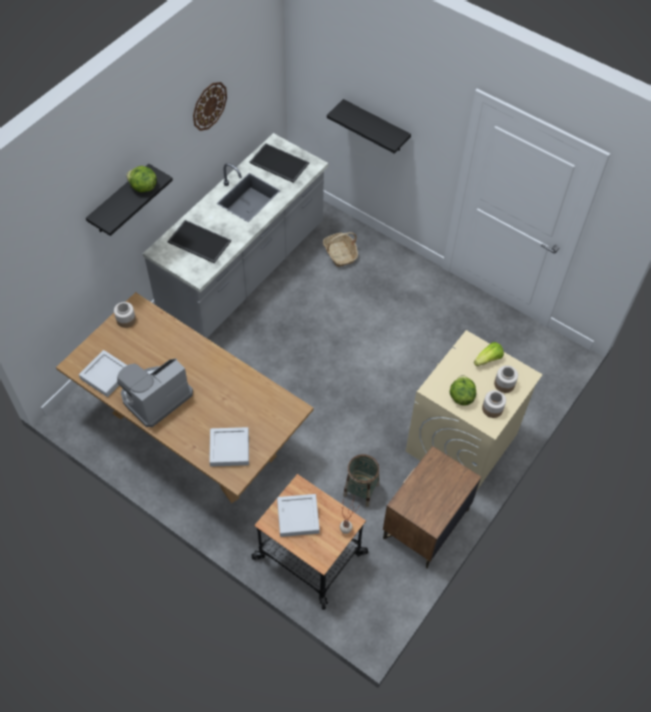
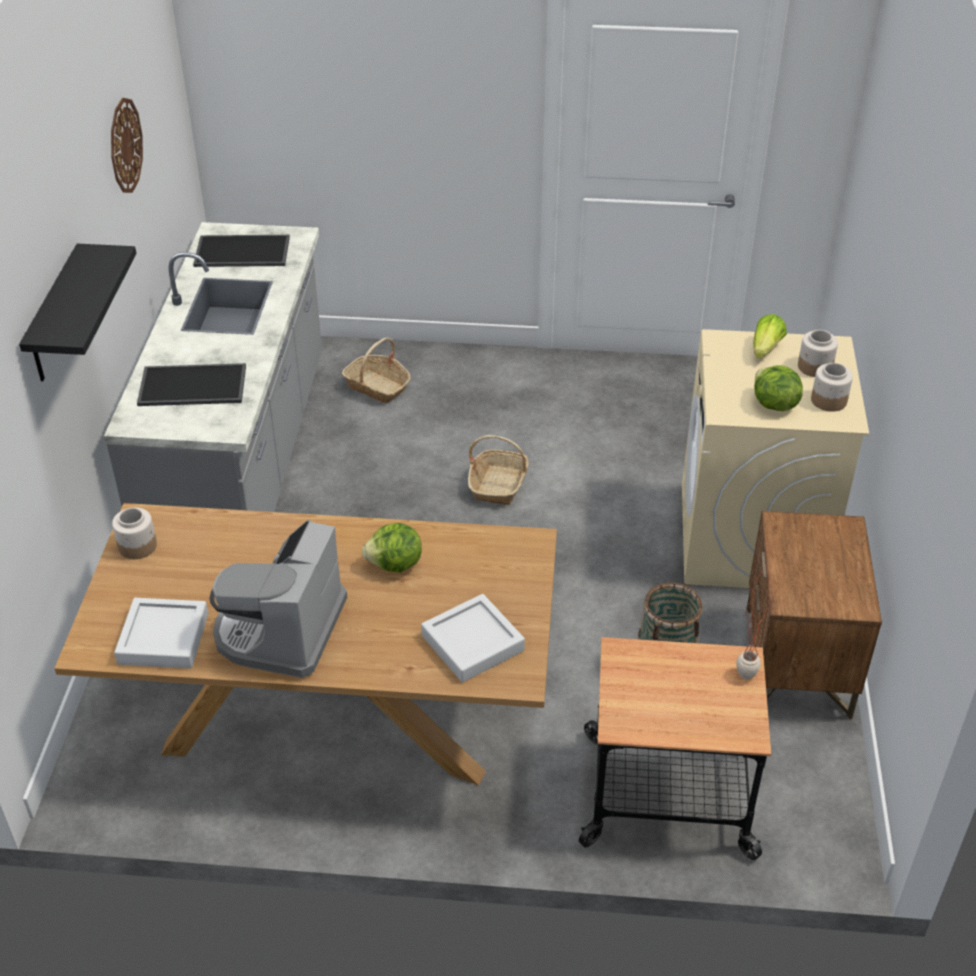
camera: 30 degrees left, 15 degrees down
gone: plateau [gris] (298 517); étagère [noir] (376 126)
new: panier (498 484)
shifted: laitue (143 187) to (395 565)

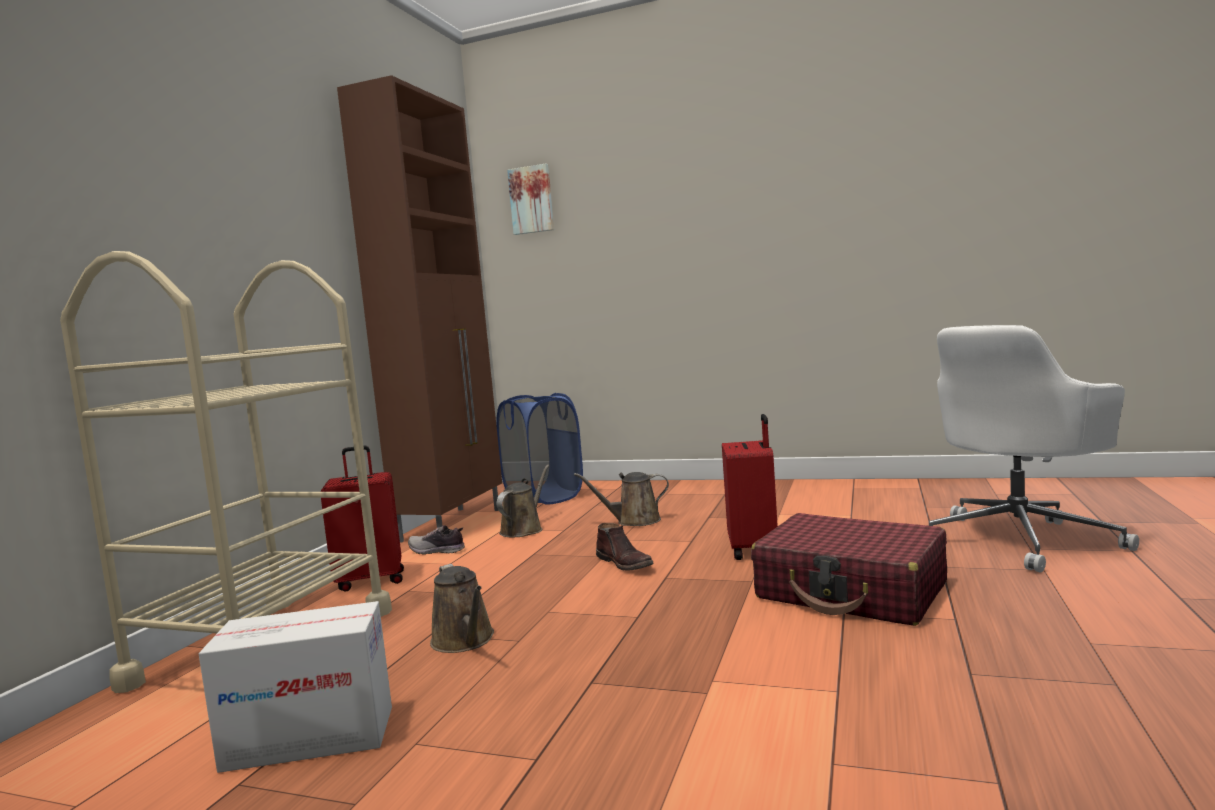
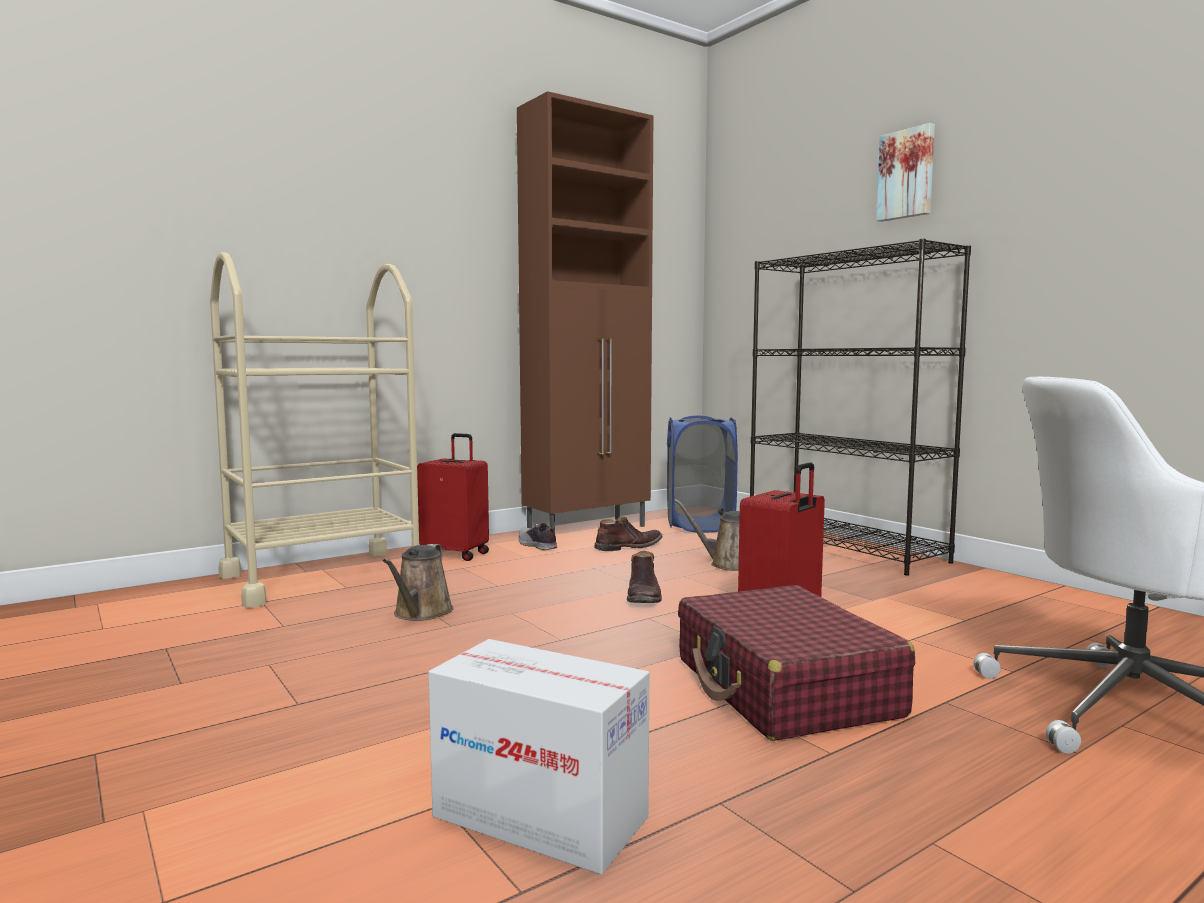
camera: 35 degrees right, 0 degrees up
new: bibliothèque [noir] (845 548)
shifted: carton (309 738) to (539 817); tableau (532 200) to (907 174)
swapped: arrosoir [marron] (523 529) to botte [marron] (628 547)

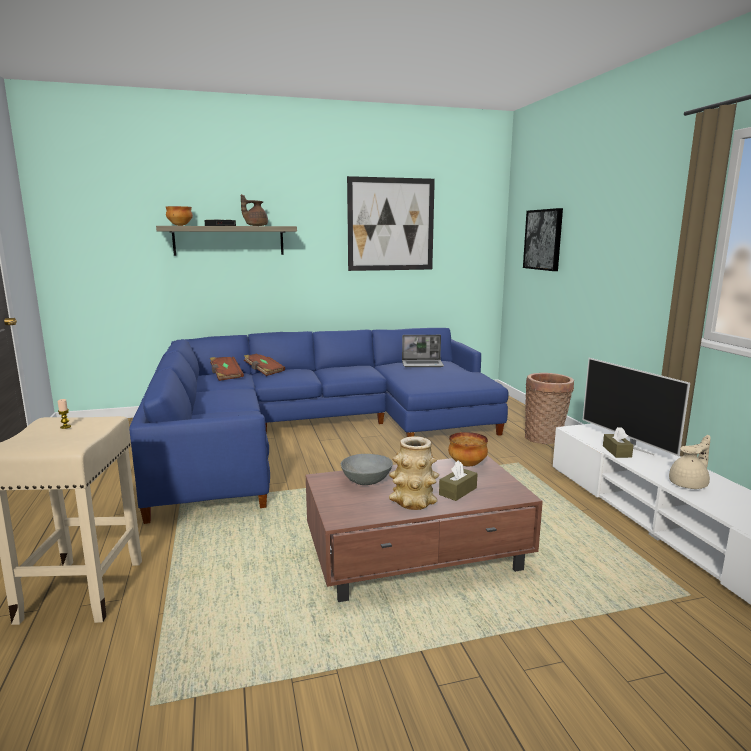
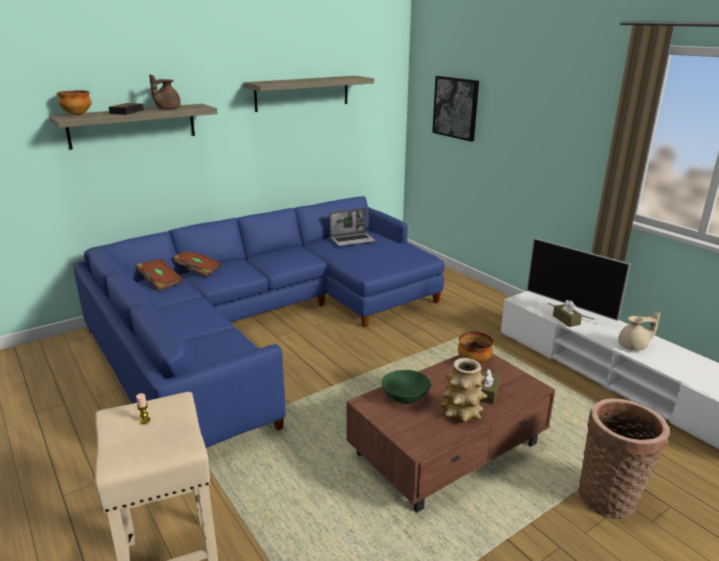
camera: 20 degrees left, 10 degrees up
shifted: panier (545 438) to (610 497)
swapped: tableau (391 224) to étagère (302 93)
repainted: bol [gris] (367 480) to bol [vert] (406 397)
rotated: théière [beige] (689 484) = (634 346) 45 degrees clockwise

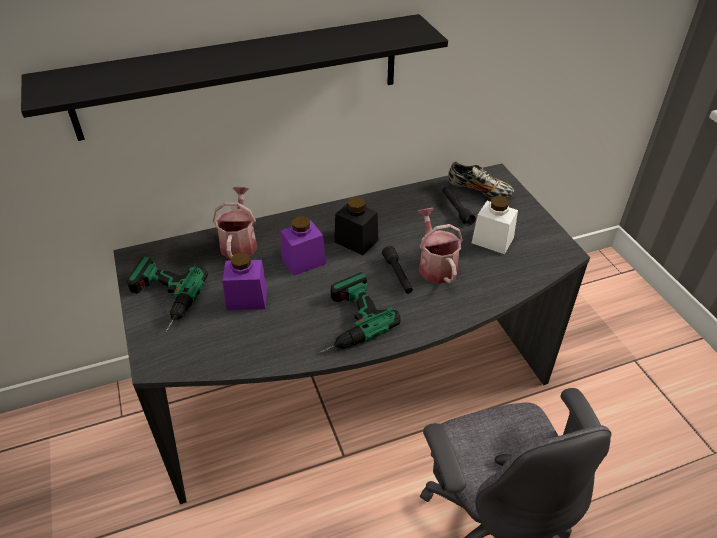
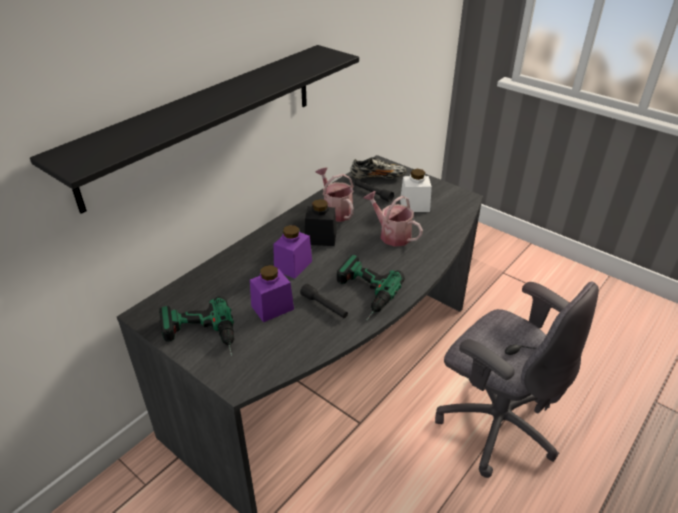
camera: 30 degrees left, 5 degrees down
shifted: arrosoir (239 242) to (335 210); lampe de poche [noir] (398 275) to (324 306)

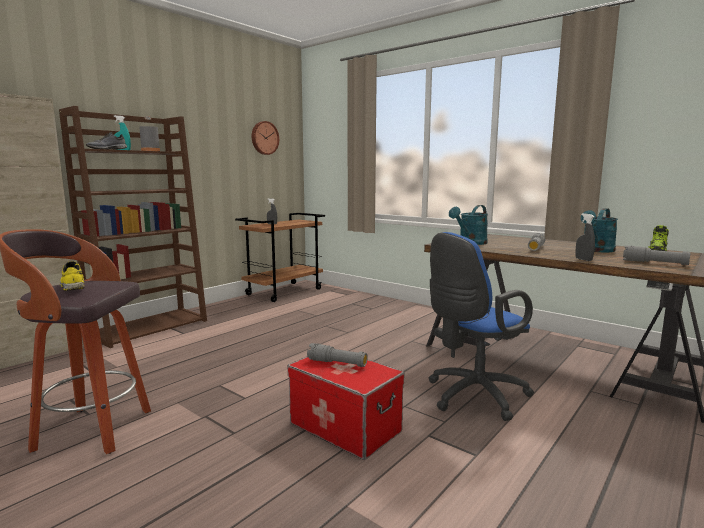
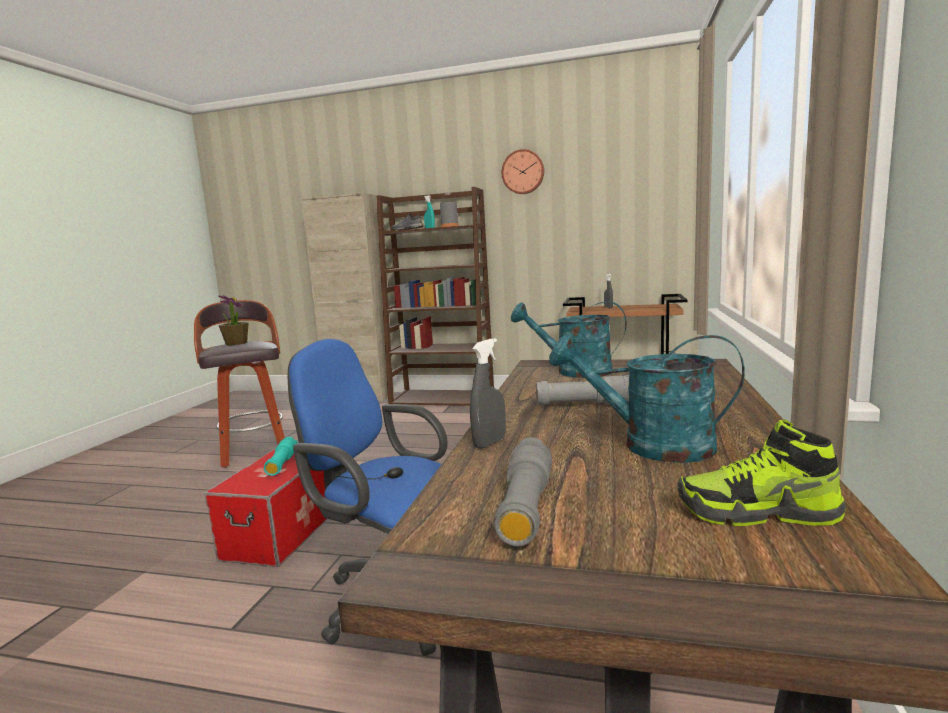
camera: 65 degrees right, 0 degrees up
shifted: horloge murale (264 138) to (523 172)
swapped: chaussure [jaune] (72 287) to plante en pot (236 343)
repainted: lampe de poche [gris] (337 363) to lampe de poche [turquoise] (282 464)

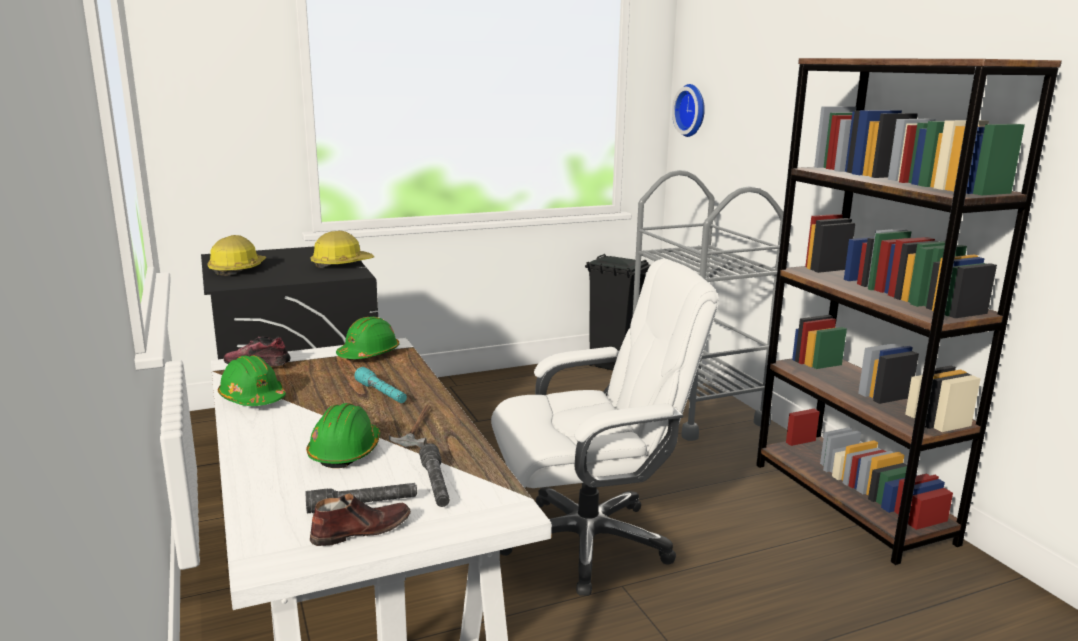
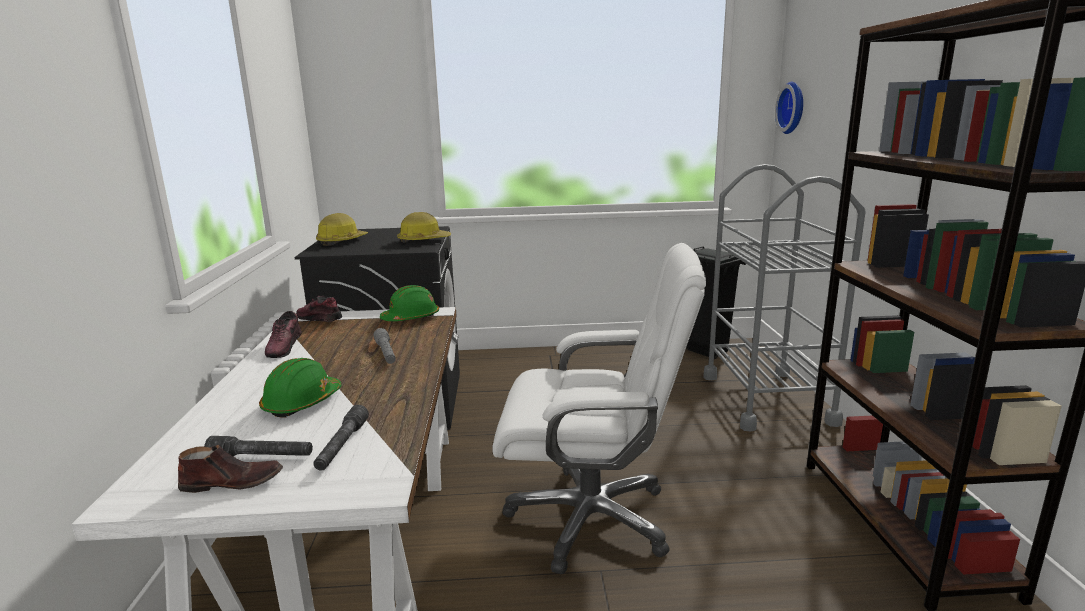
camera: 20 degrees right, 0 degrees up
gone: marteau (417 428)
swapped: casque de chantier [vert] (252 398) to chaussure (284 347)
repainted: lampe de poche [turquoise] (381 393) to lampe de poche [gris] (386 353)

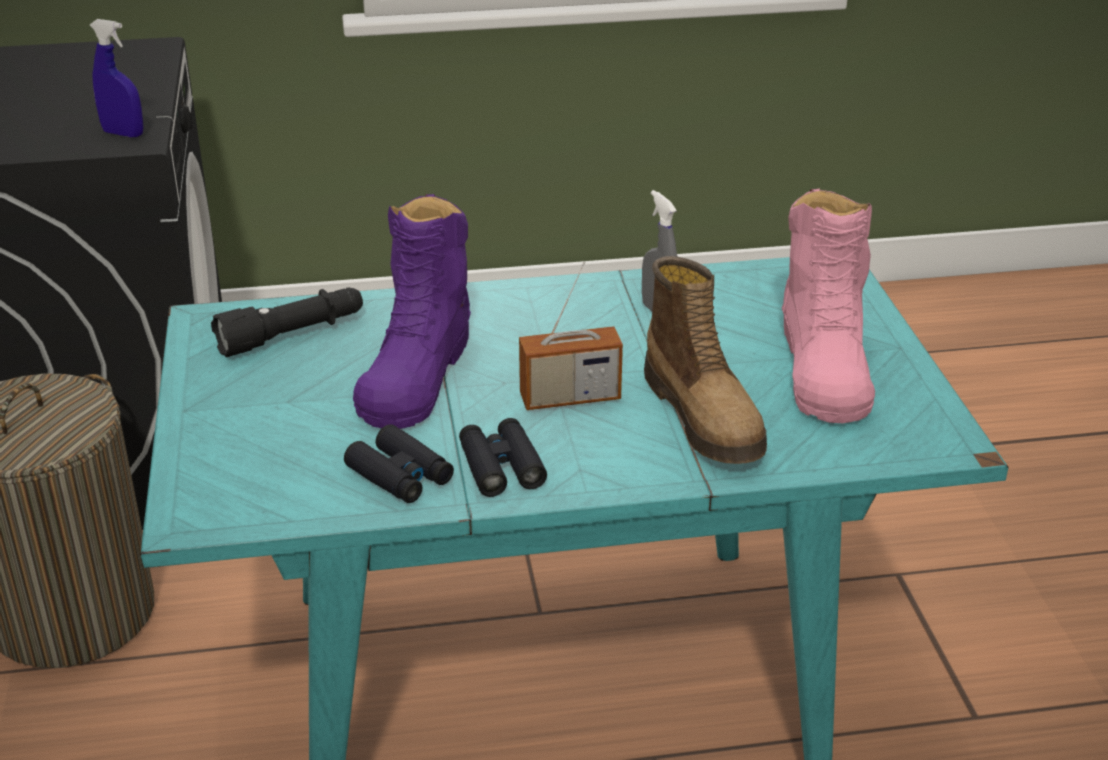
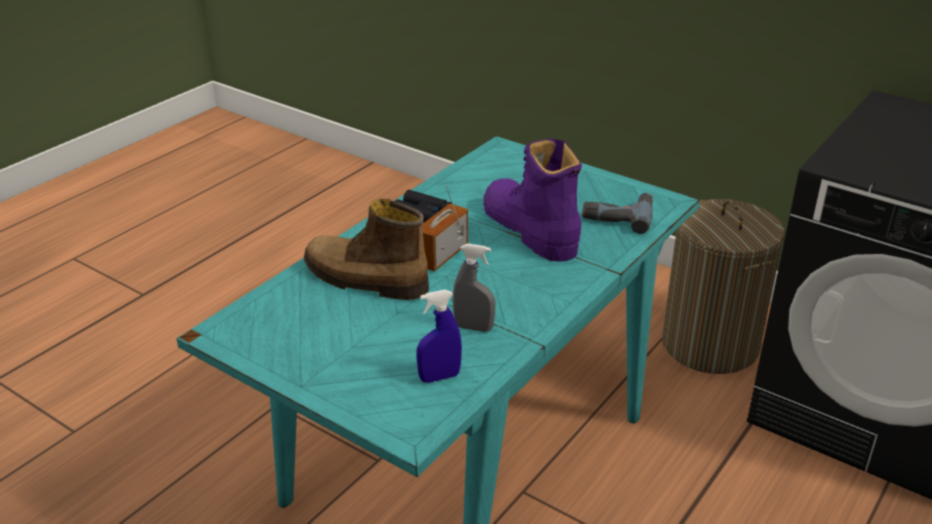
camera: 135 degrees right, 0 degrees up
gone: jumelles [noir] (400 475); botte [rose] (823 367)
shifted: vaporisateur [bleu] (123 134) to (439 377)
swapped: lampe de poche [noir] (292 335) to perceuse (618 215)

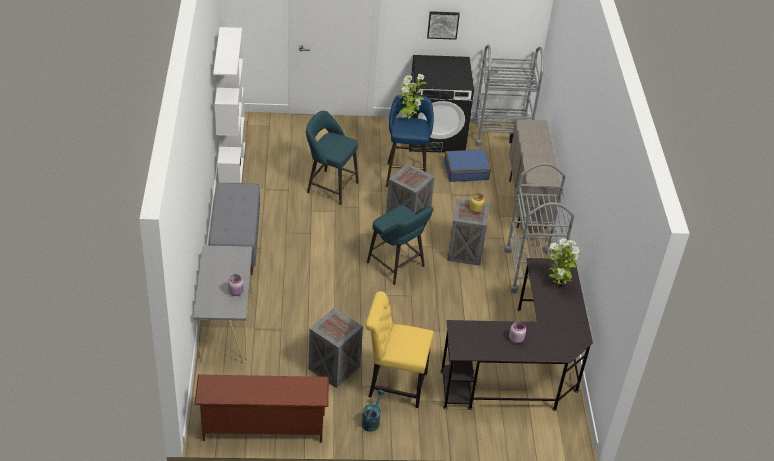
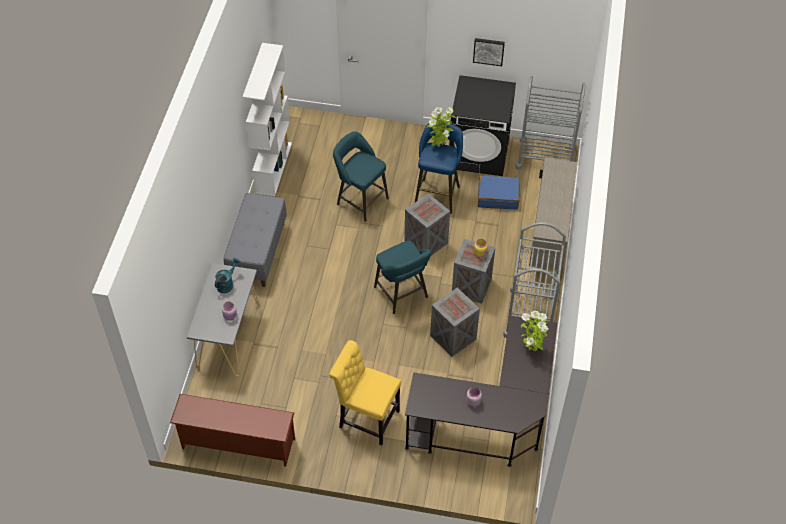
camera: 15 degrees right, 10 degrees up
shifted: caisse (334 368) to (453 338); arrosoir [turquoise] (372 420) to (227 283)

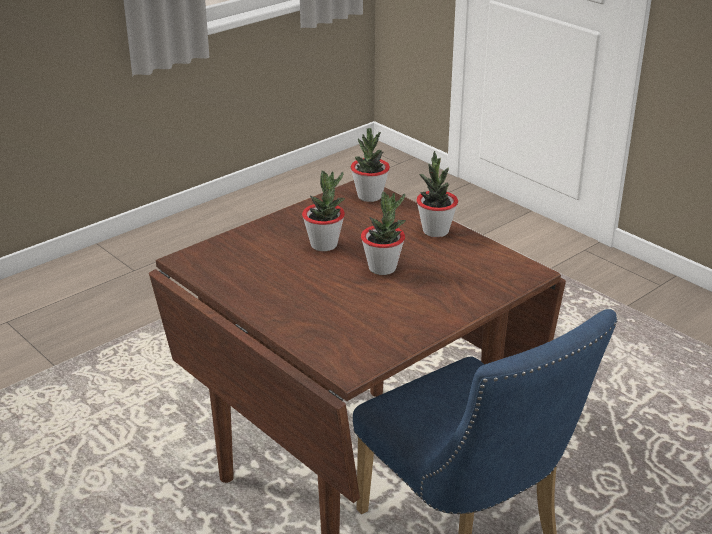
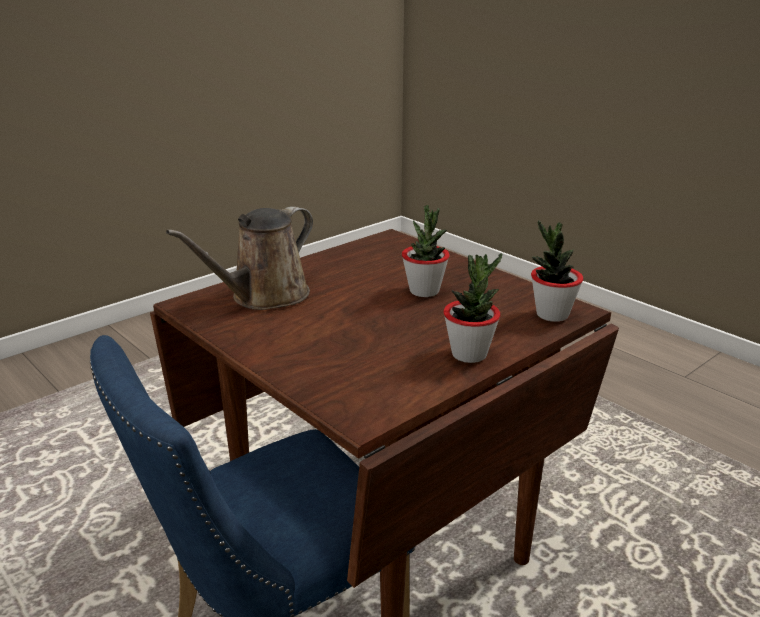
camera: 90 degrees right, 5 degrees down
gone: plante en pot (382 268)
new: arrosoir [marron] (264 297)

